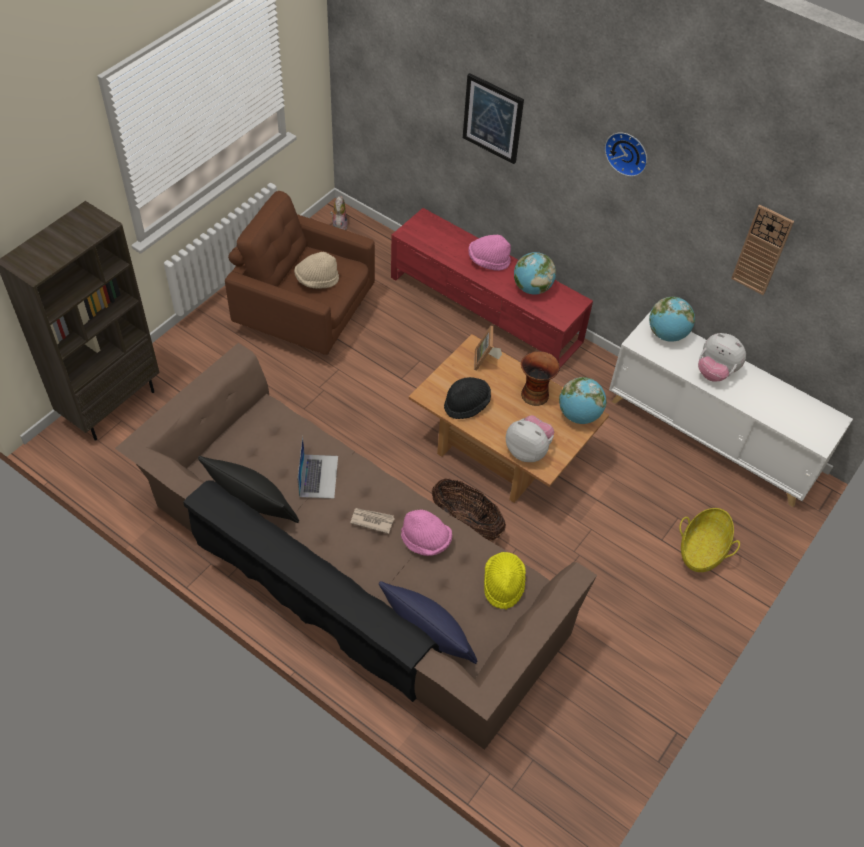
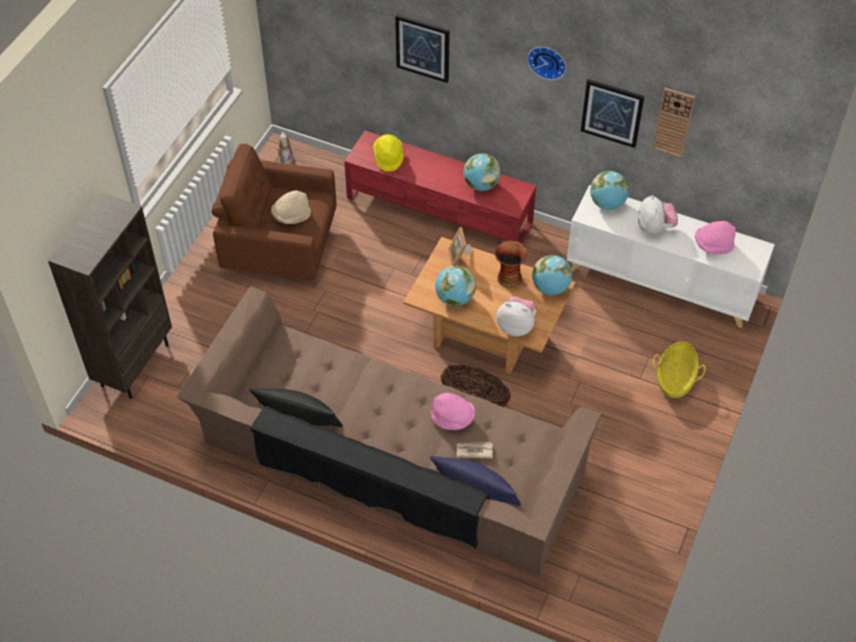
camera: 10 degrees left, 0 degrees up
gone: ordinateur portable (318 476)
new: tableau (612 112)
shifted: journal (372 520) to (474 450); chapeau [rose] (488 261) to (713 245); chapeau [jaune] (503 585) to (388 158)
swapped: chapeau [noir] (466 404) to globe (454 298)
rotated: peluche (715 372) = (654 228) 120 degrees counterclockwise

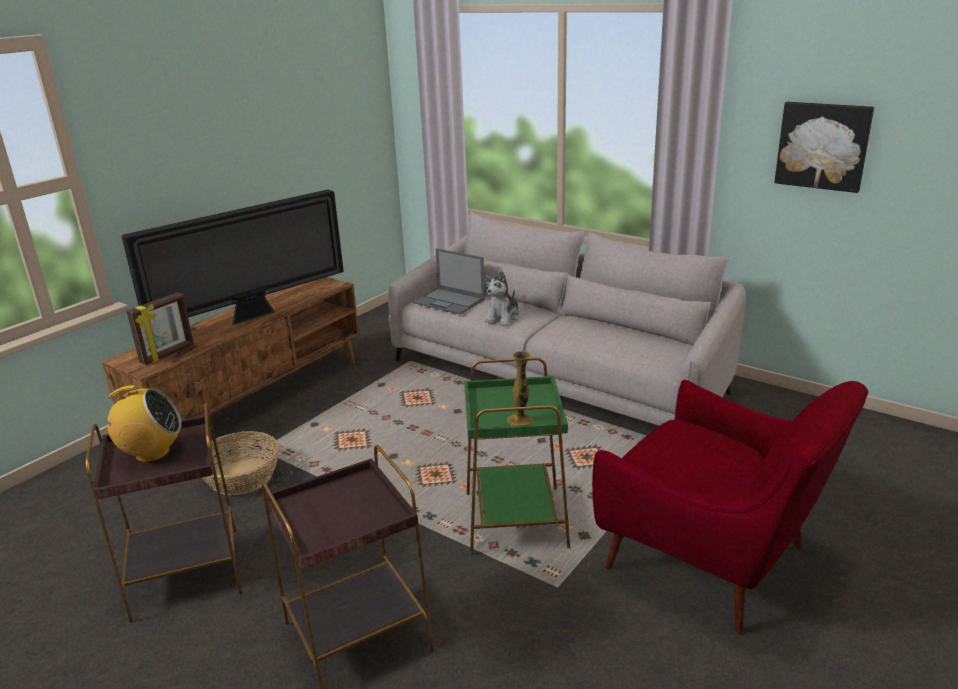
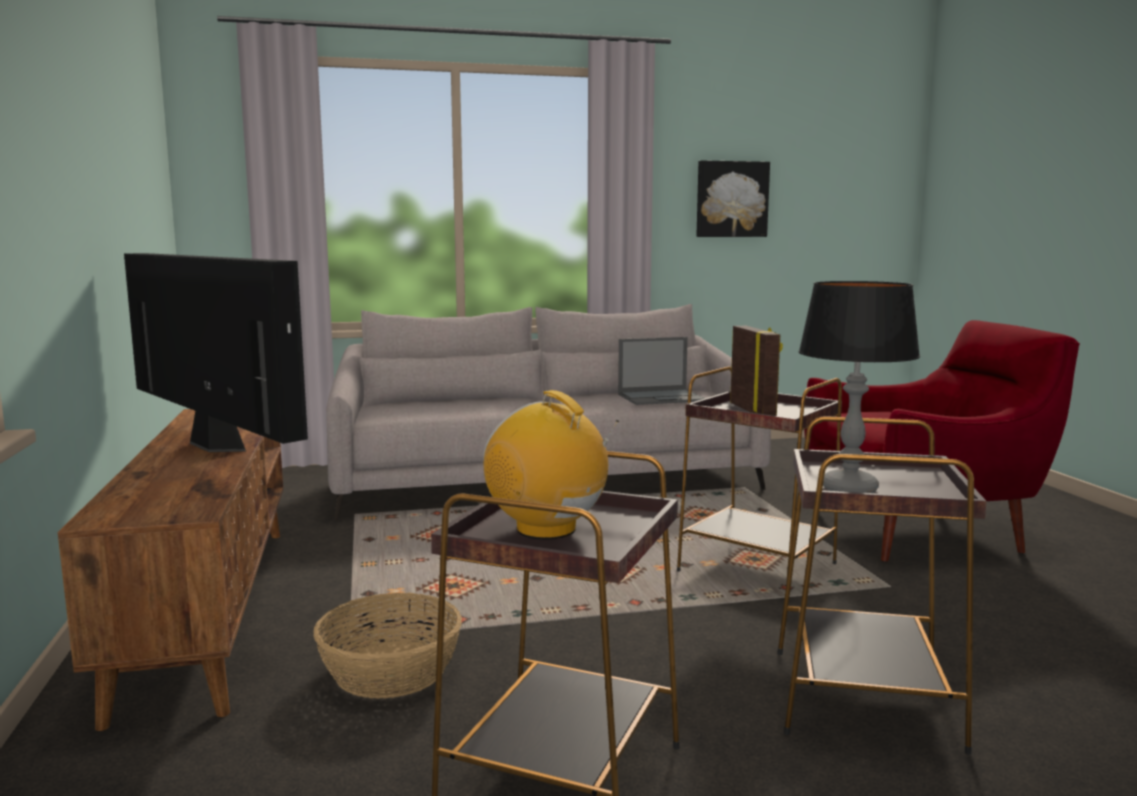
camera: 50 degrees left, 15 degrees down
gone: peluche (503 317); vase (520 420)
new: lampe de table (849 489)
shifted: cadre photo (168 354) to (753 411); ordinateur portable (450 301) to (662 397)
repainted: table d'appoint [vert] (515 521) to table d'appoint [marron] (758 568)
rotated: radio (152 453) = (547 529) 75 degrees counterclockwise; téléviseur (254 316) = (215 445) 45 degrees counterclockwise

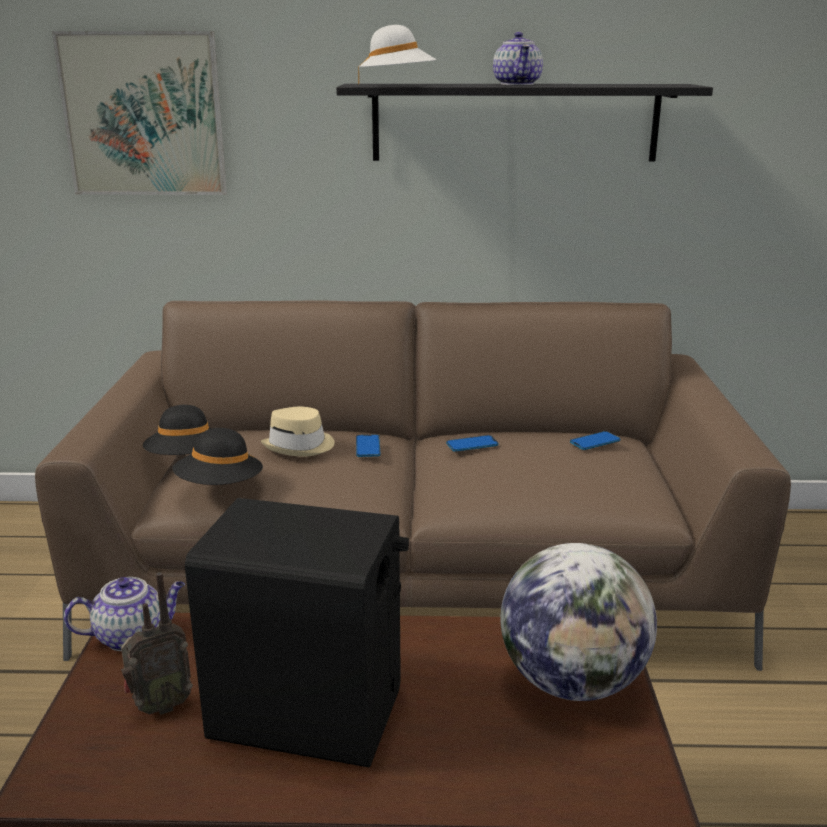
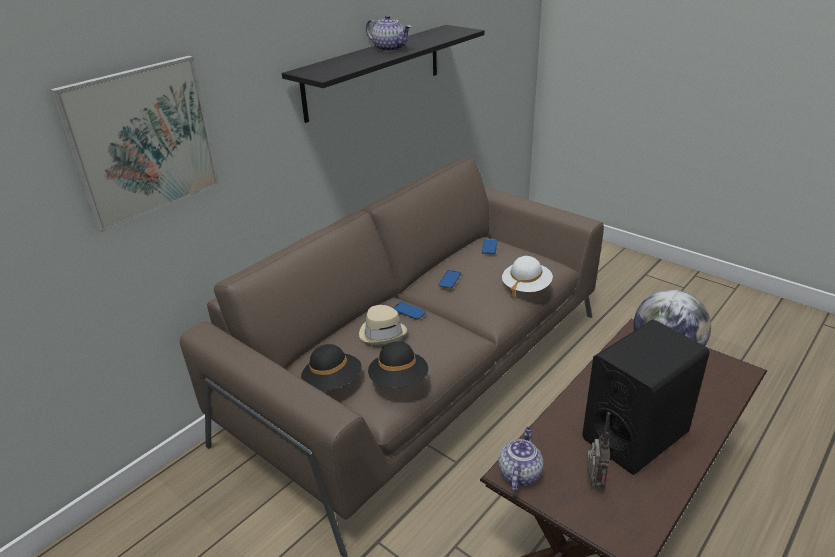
camera: 50 degrees left, 10 degrees up
shifted: chapeau [blanc] (397 84) to (526 287)

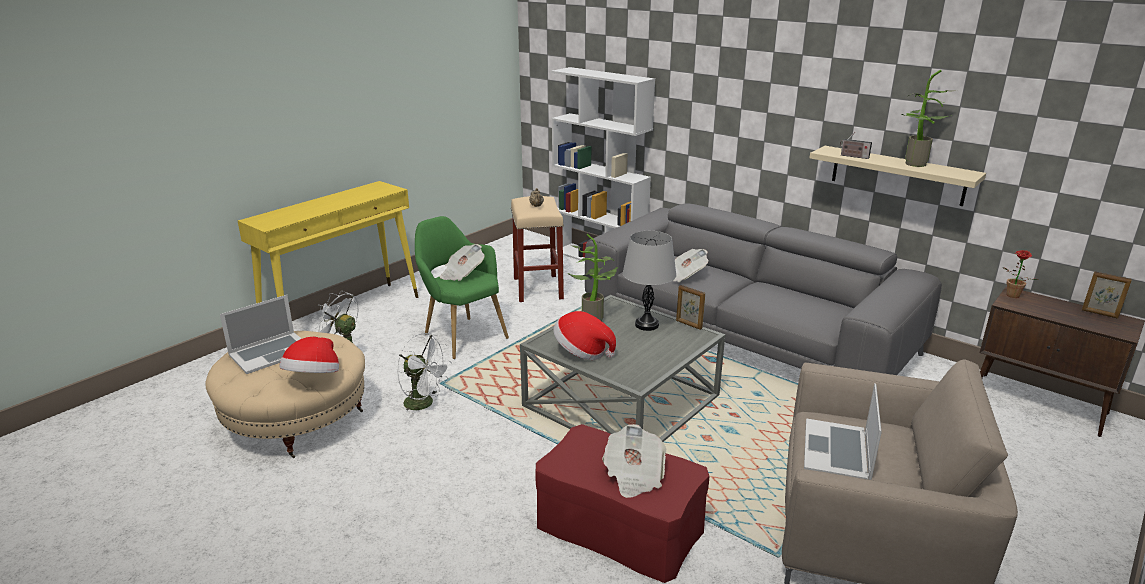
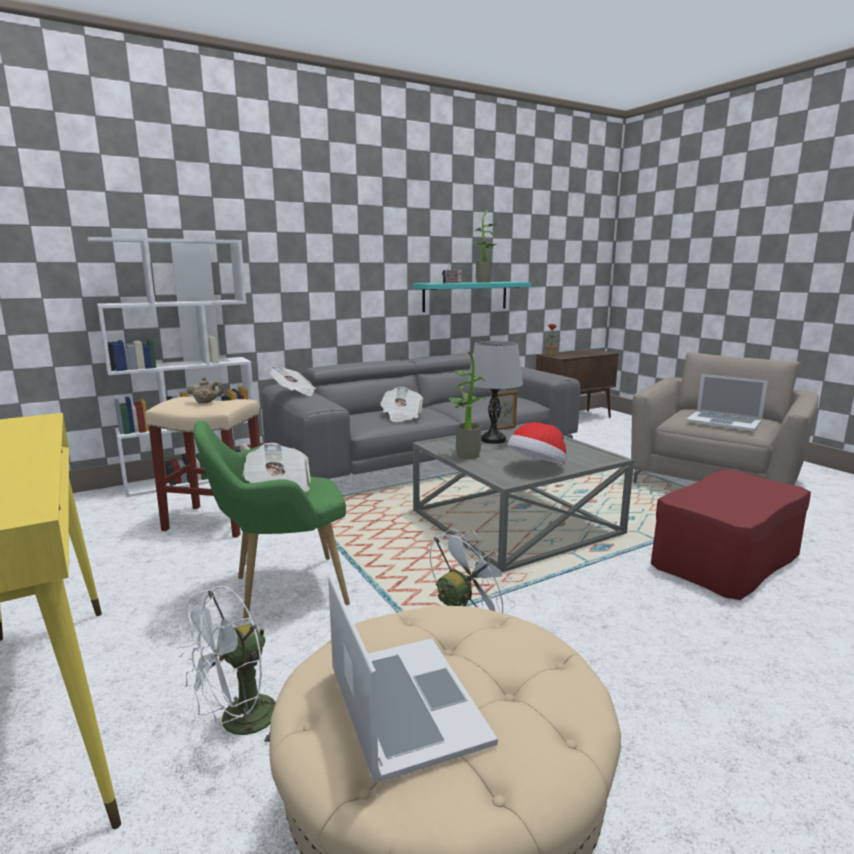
camera: 70 degrees left, 10 degrees down
gone: chapeau (313 378); cadre photo (1099 314)
shifted: journal (633 476) to (294 393)
repainted: étagère [beige] (897 175) to étagère [turquoise] (465 296)

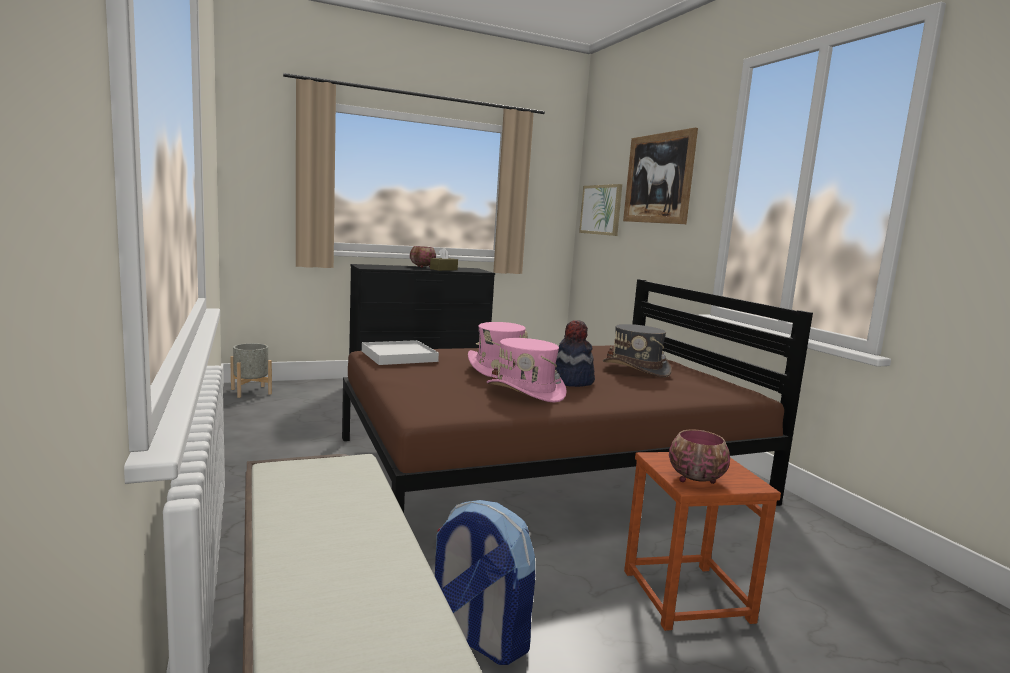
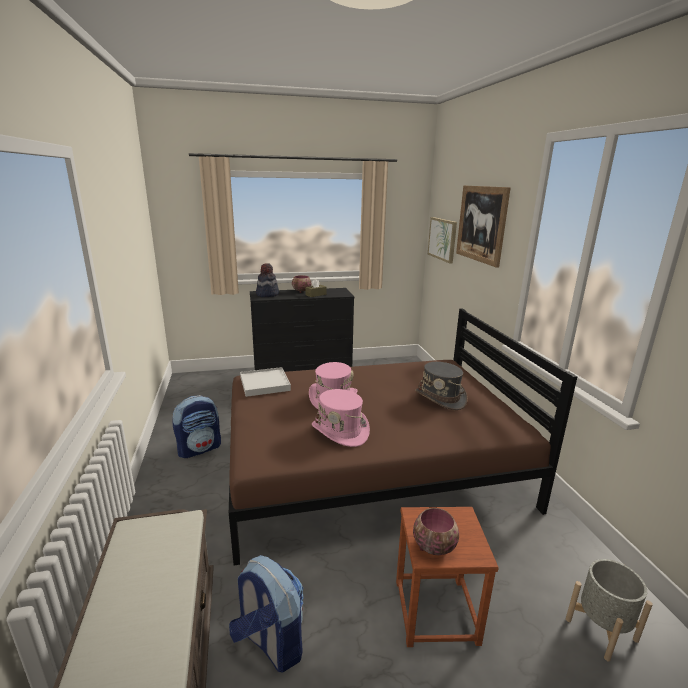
camera: 10 degrees right, 10 degrees up
new: sac à dos (199 449)
shifted: cache-pot [gris] (251 391) to (601 630); chapeau (571 381) to (267 294)

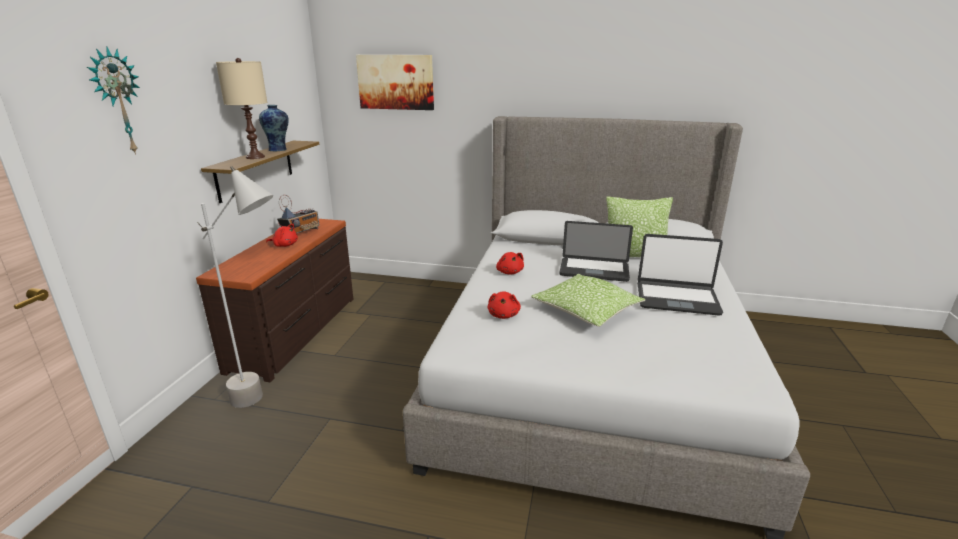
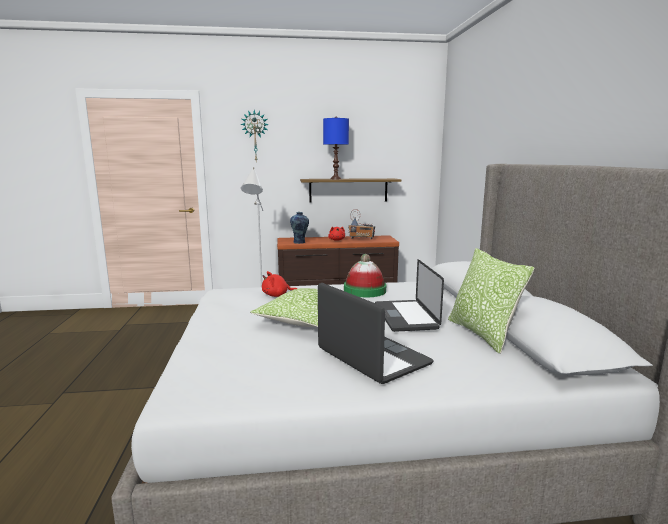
camera: 70 degrees right, 10 degrees down
gone: tableau (396 82)
shifted: vase (278 150) to (300 242)
swapped: peluche [rouge] (509 272) to chapeau (364 290)
repainted: lampe de table [beige] (255 157) to lampe de table [bleu] (335 179)
rotated: ordinateur portable (677 299) = (372 358) 150 degrees clockwise

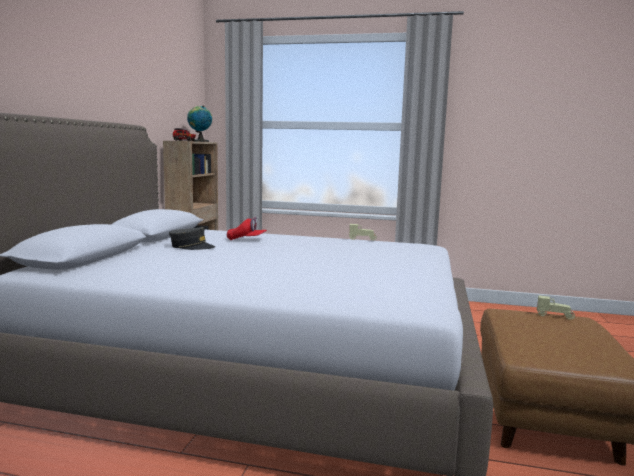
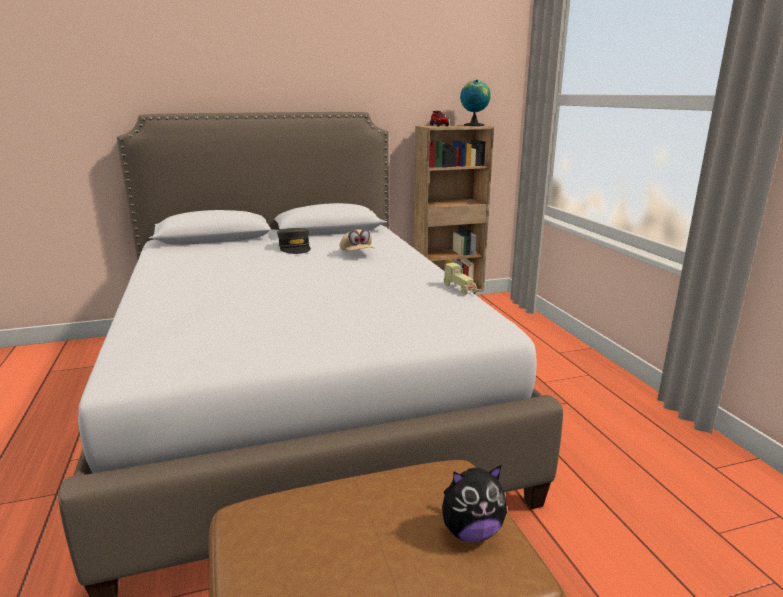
camera: 60 degrees right, 10 degrees up
swapped: petite voiture [beige] (554 316) to peluche (471 531)
repainted: casquette [rouge] (246 240) to casquette [beige] (357 254)

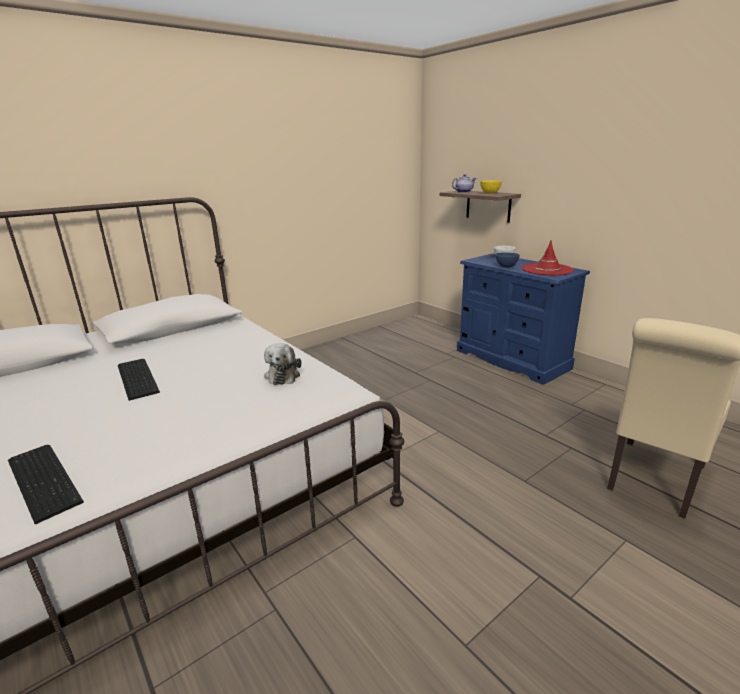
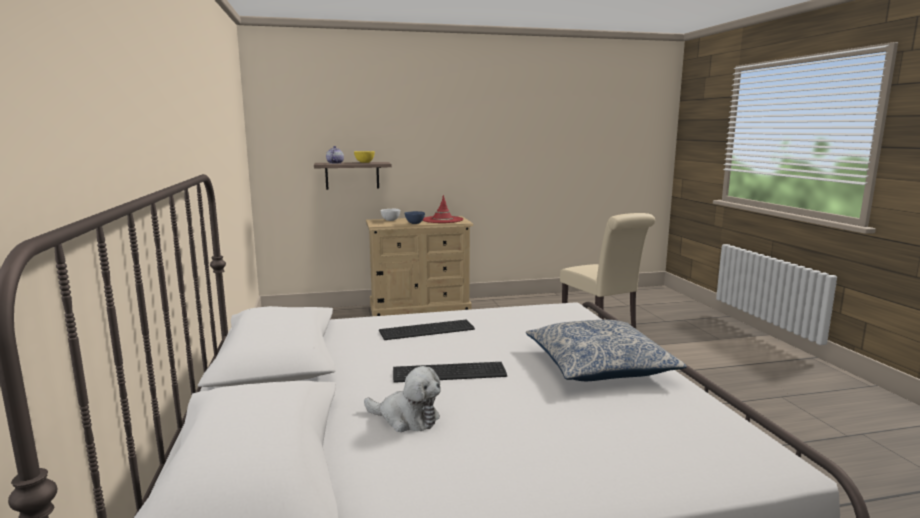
camera: 65 degrees left, 10 degrees down
new: coussin (599 365)
shifted: clavier (45 478) to (425 329); peluche (283 375) to (406 418)
repainted: commode [bleu] (511 359) to commode [beige] (420 309)

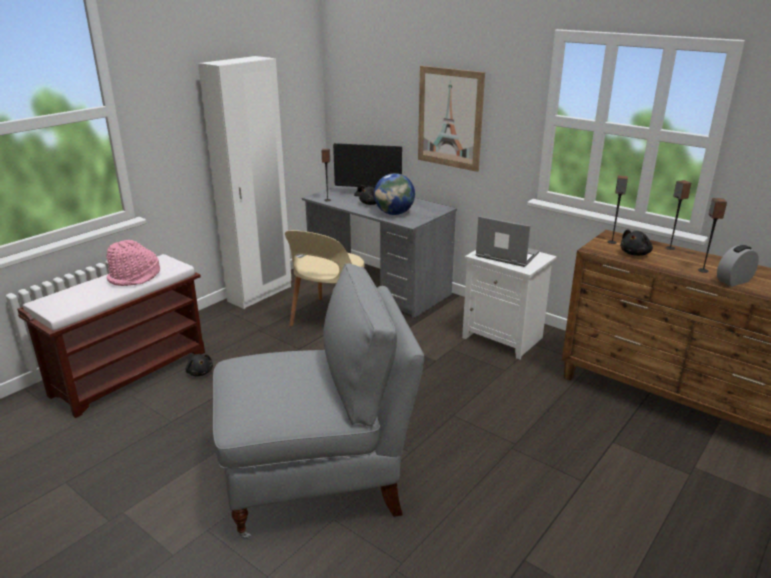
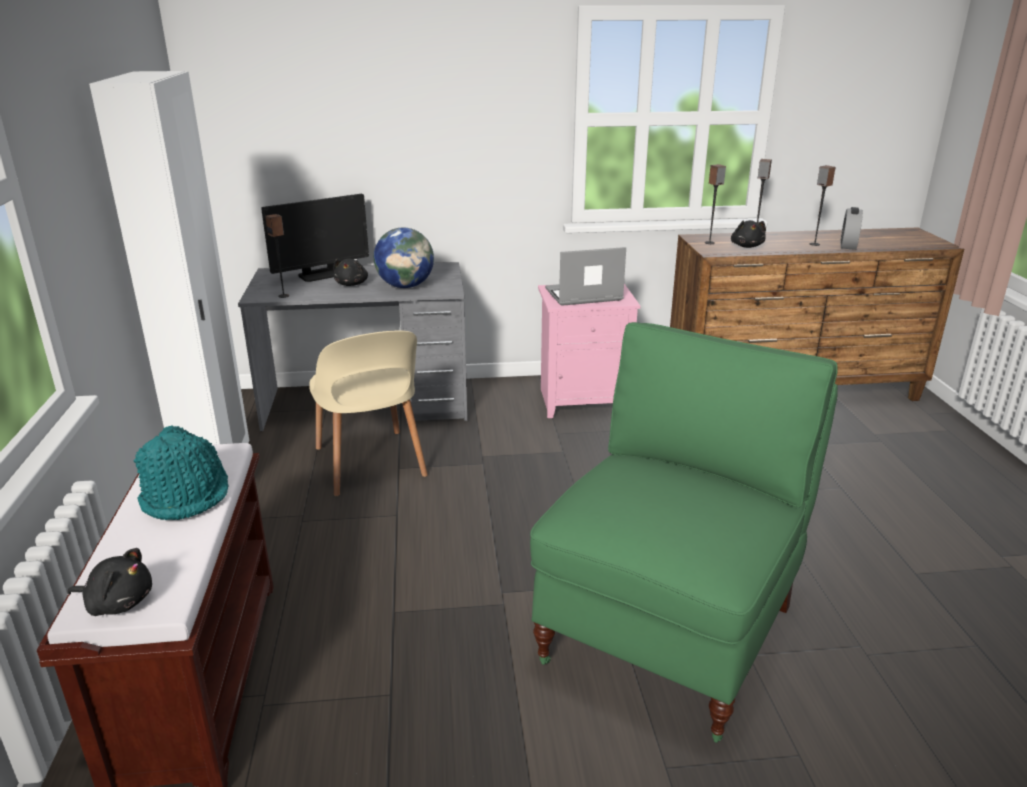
camera: 45 degrees left, 0 degrees up
gone: tableau (450 118)
shifted: peluche [noir] (200 372) to (118 602)
repainted: chapeau [rose] (135 277) to chapeau [turquoise] (186 495); chaise [gris] (317 480) to chaise [vert] (670 632); table de chevet [blanc] (504 338) to table de chevet [rose] (584 401)

